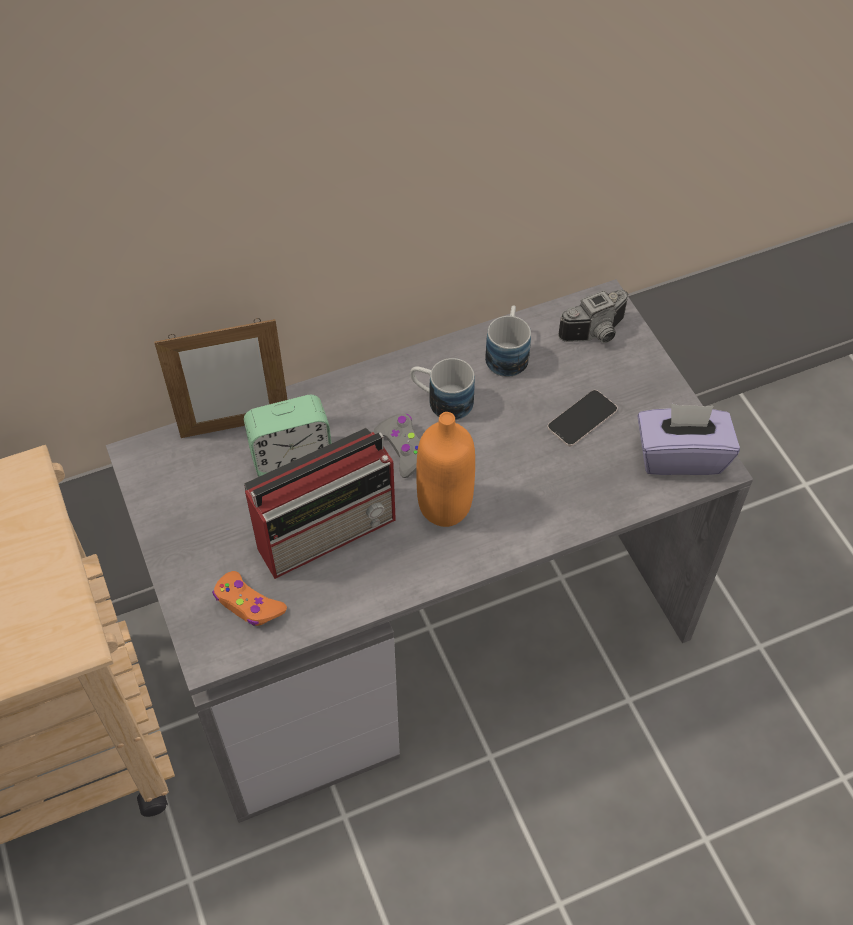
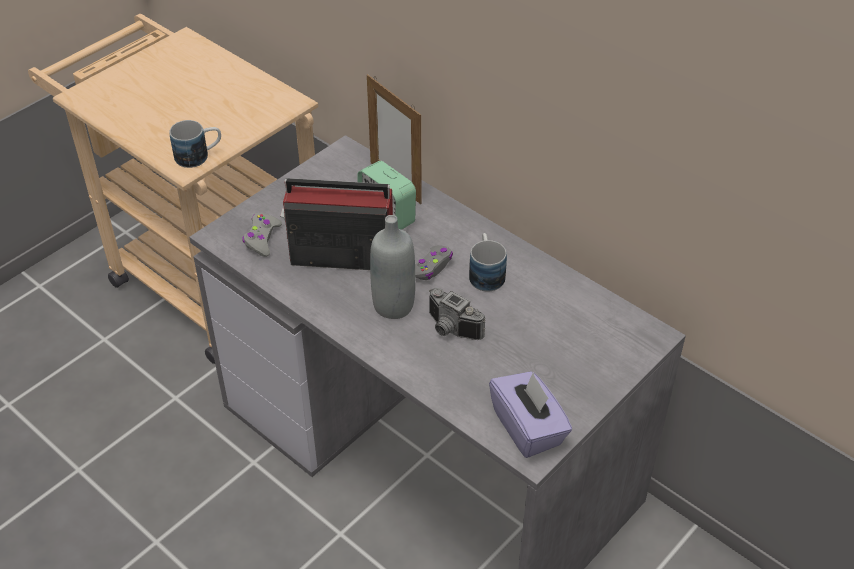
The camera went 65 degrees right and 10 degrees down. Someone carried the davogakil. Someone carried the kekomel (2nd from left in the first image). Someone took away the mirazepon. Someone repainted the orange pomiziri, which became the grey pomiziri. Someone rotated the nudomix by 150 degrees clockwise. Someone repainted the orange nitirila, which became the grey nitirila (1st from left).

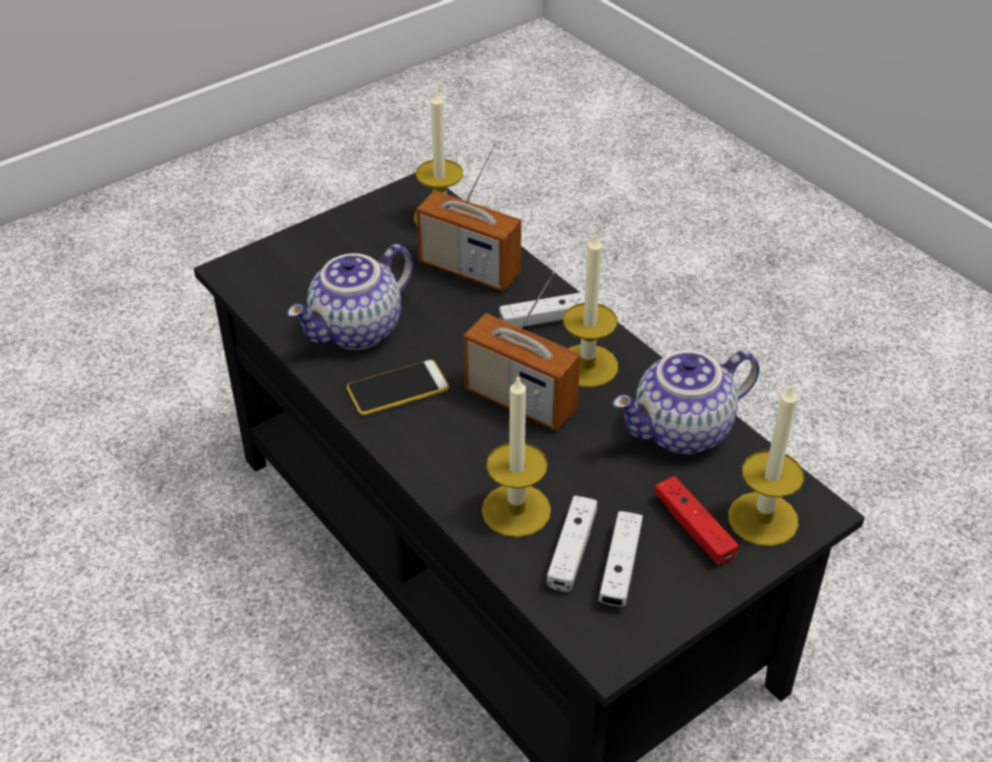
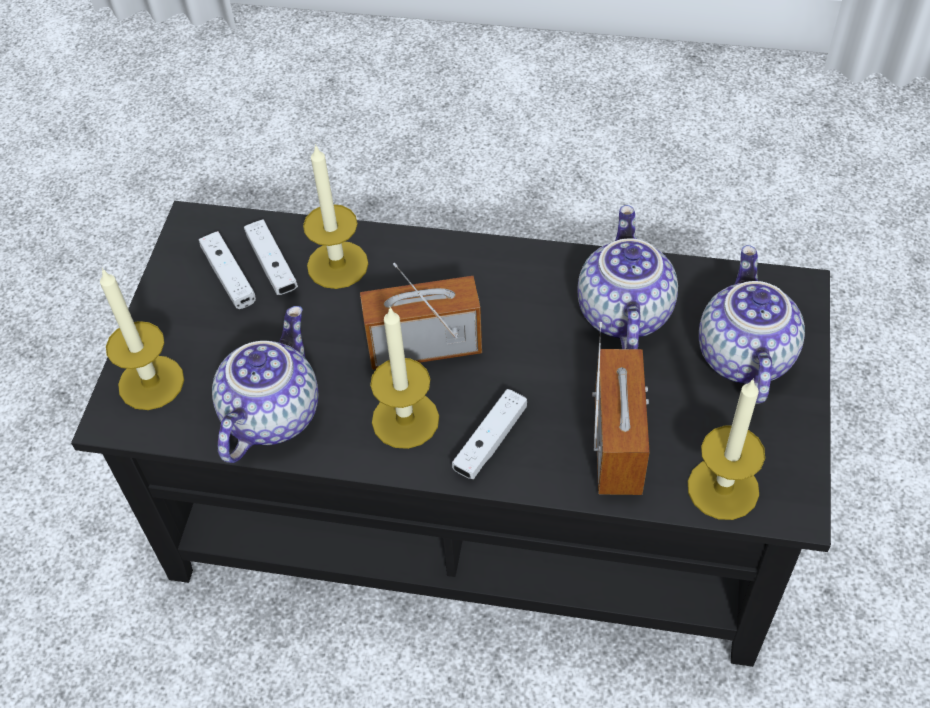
The camera went 140 degrees right and 10 degrees up. Someone rotated the nudomix (1st from left in the first image) by 105 degrees clockwise. Someone took away the mirazepon. Someone took away the red nitirila. Someone put down the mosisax (3rd from left).

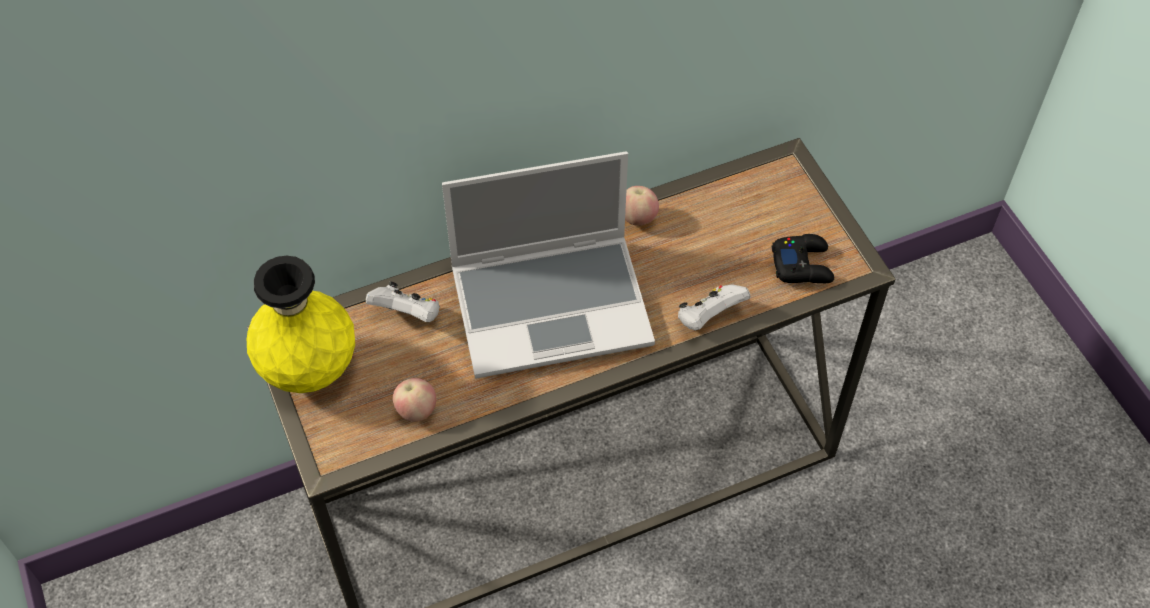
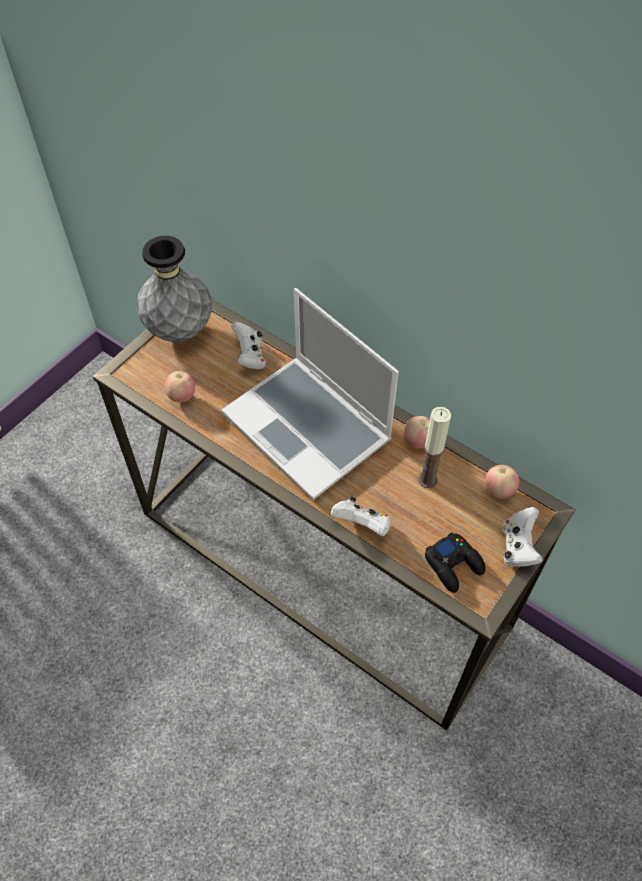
The camera went 60 degrees right and 0 degrees up. Someone repainted the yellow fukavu, which became the grey fukavu. Someone put down the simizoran. Someone put down the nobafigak (3rd from left). Someone put down the white nitirila (3rd from left).

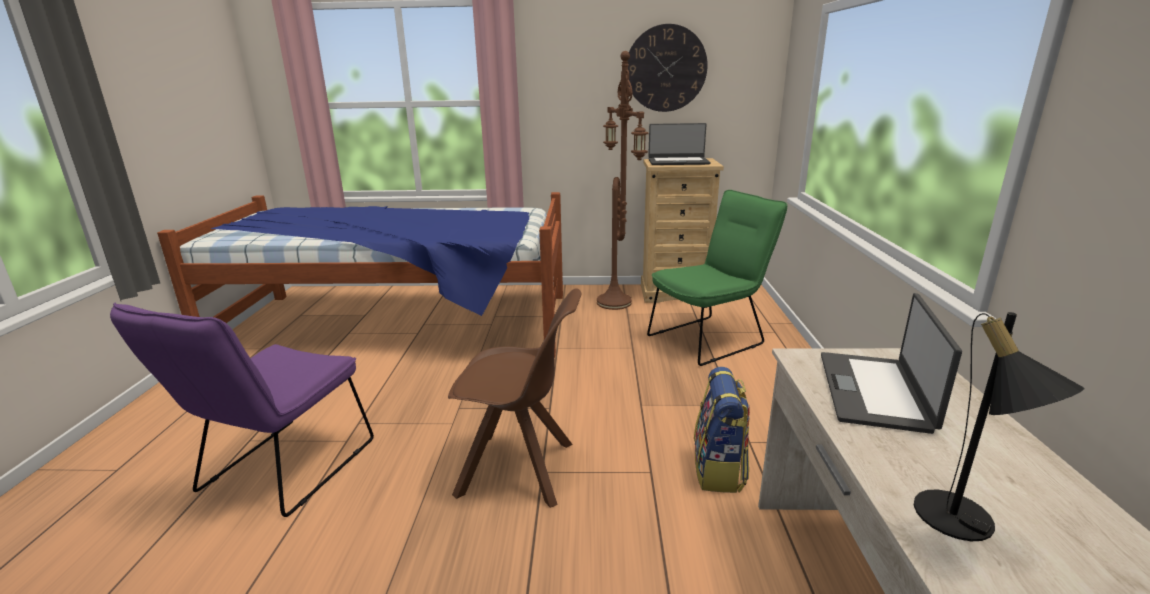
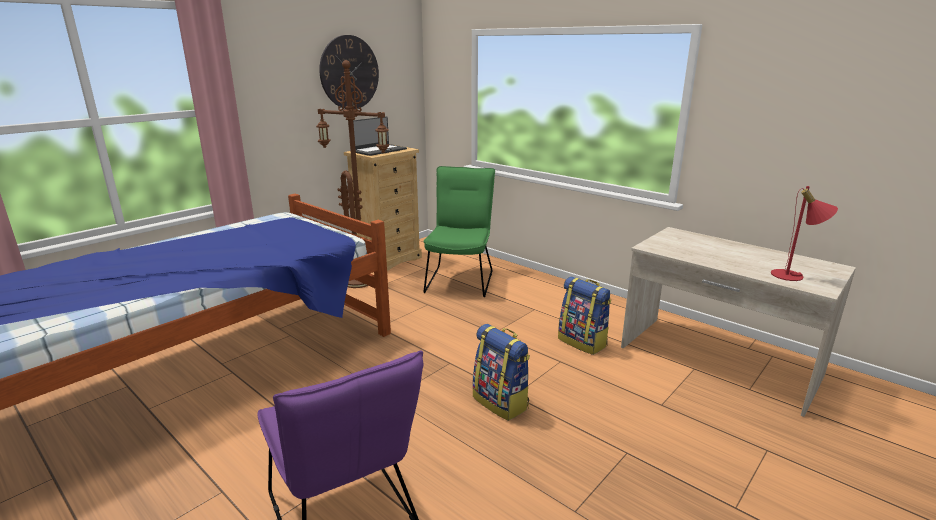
The camera went 50 degrees left and 0 degrees up. Someone swapped the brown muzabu for the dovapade (1st from left). Someone took away the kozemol (2nd from left). Someone repainted the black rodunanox, which became the red rodunanox.

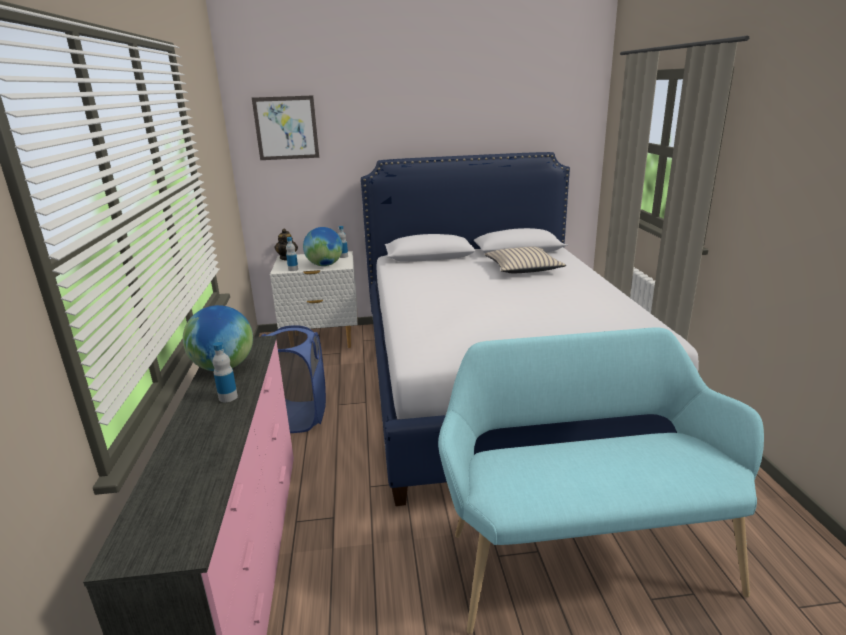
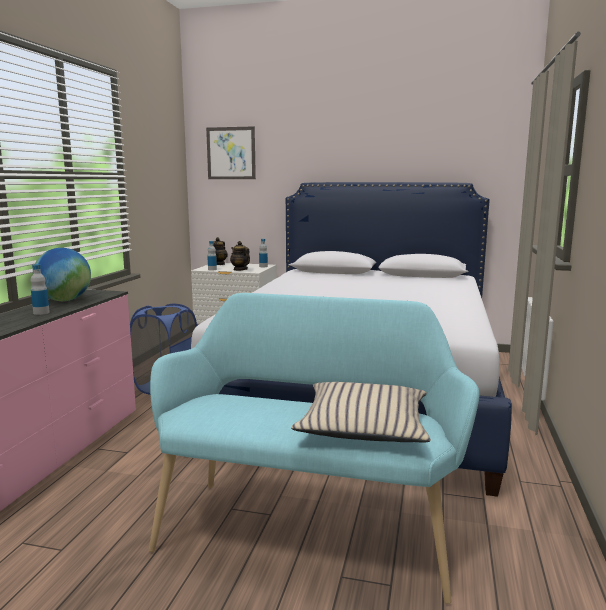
The camera went 20 degrees right and 10 degrees down. Someone swapped the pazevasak (2nd from left) for the mosisax (2nd from left). Someone carried the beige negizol.

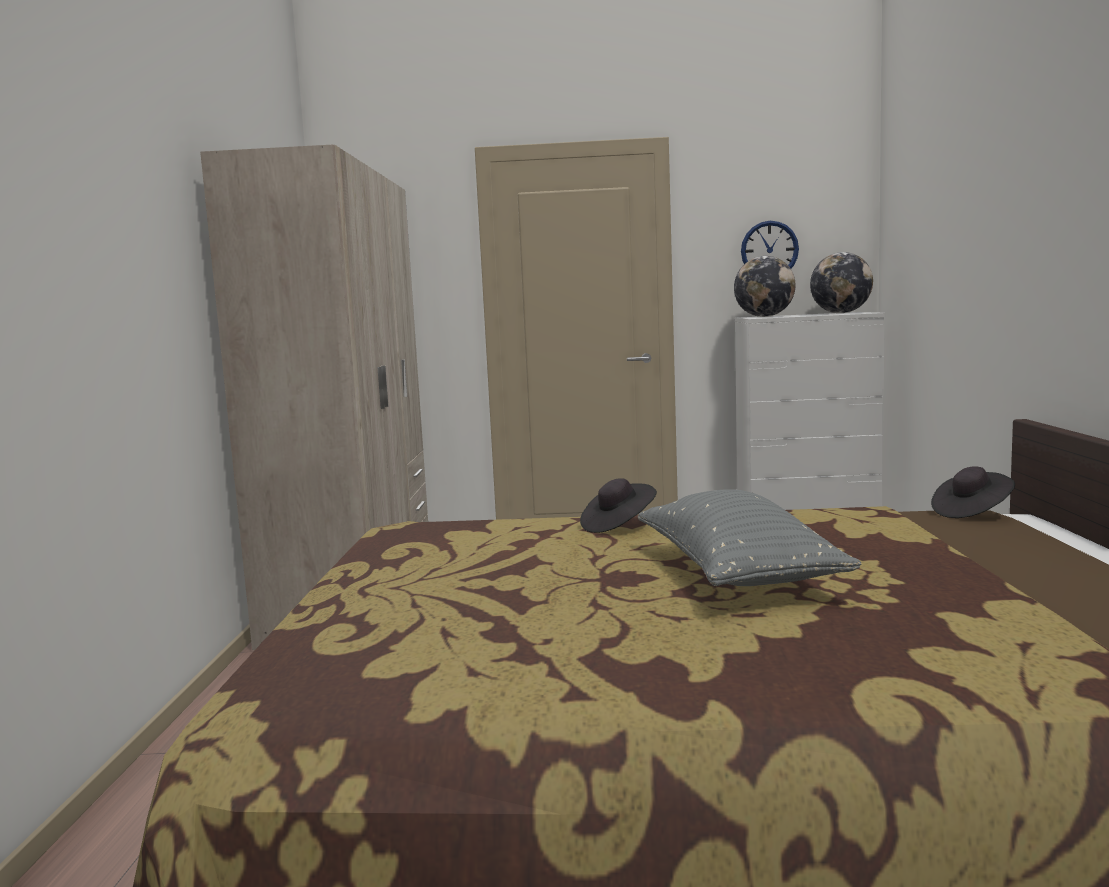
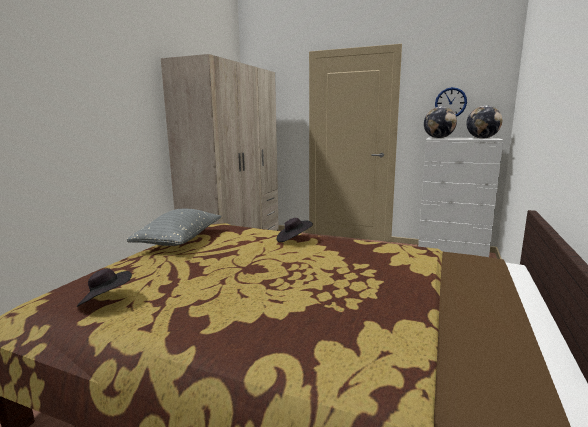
The camera went 20 degrees right and 5 degrees up. Someone carried the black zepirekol (2nd from left in the first image). Someone carried the grey negizol.

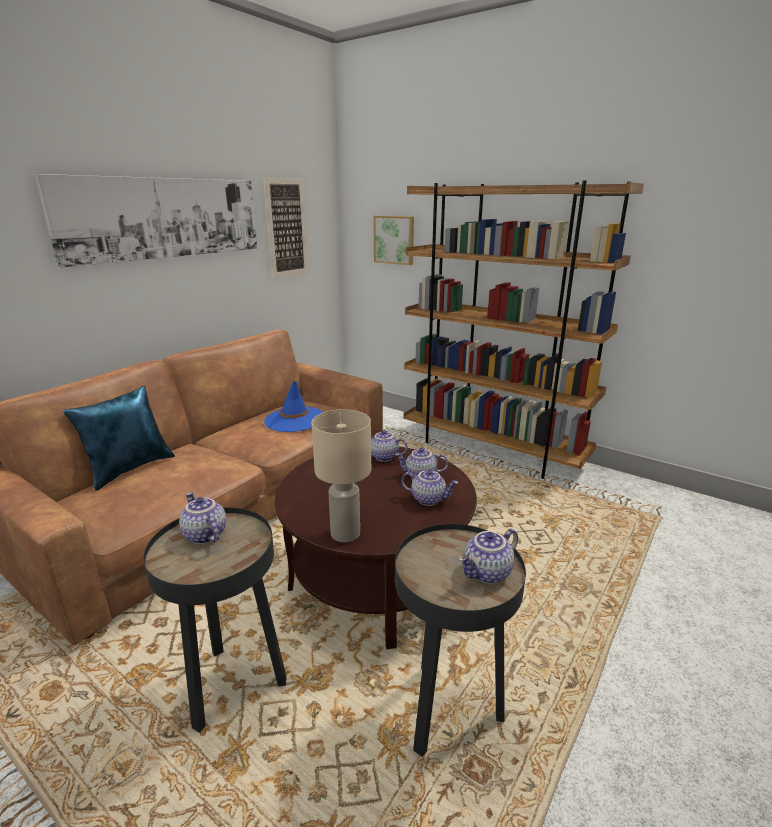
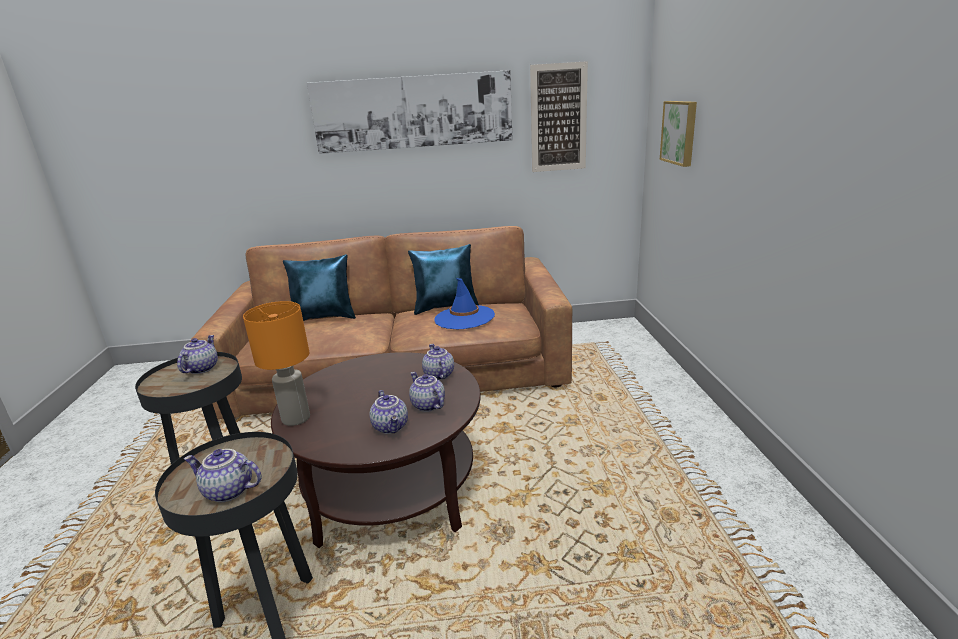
The camera went 50 degrees right and 0 degrees up. Someone took away the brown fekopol. Someone repainted the beige rodunanox, which became the orange rodunanox. Someone put down the blue negizol (2nd from left).

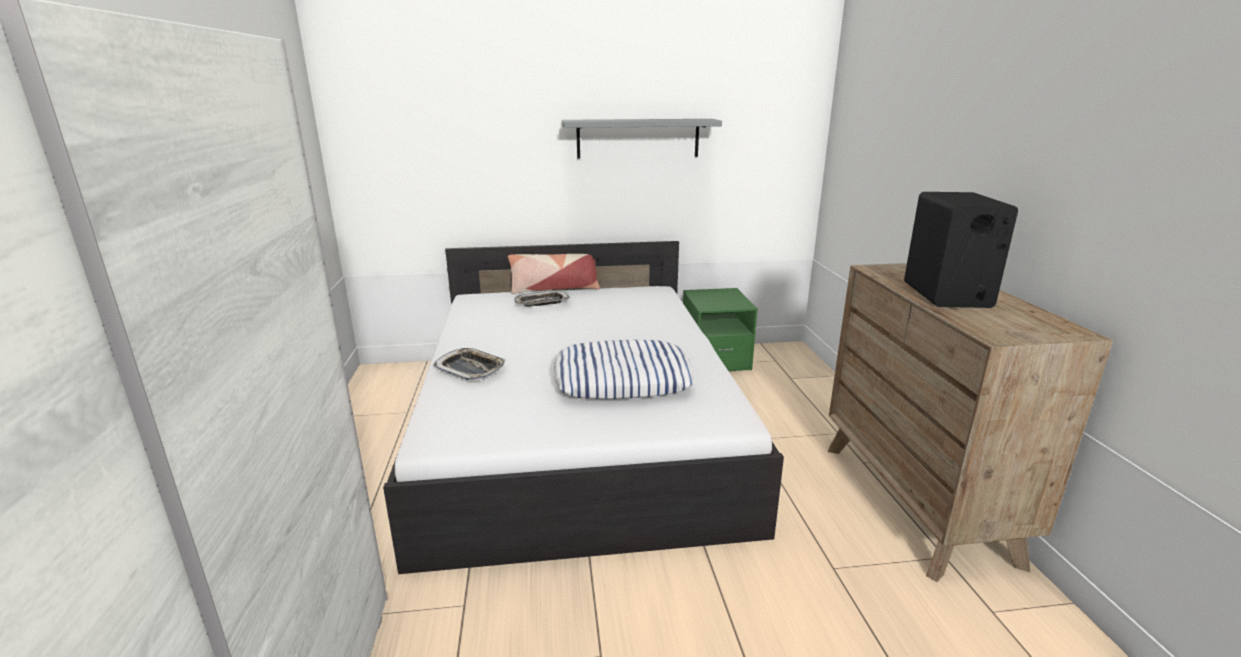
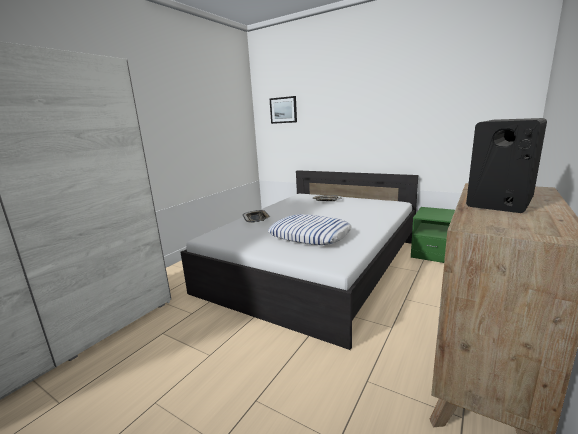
The camera went 40 degrees right and 5 degrees down. Someone took away the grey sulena. Someone took away the negizol (1st from left). Someone put up the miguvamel.

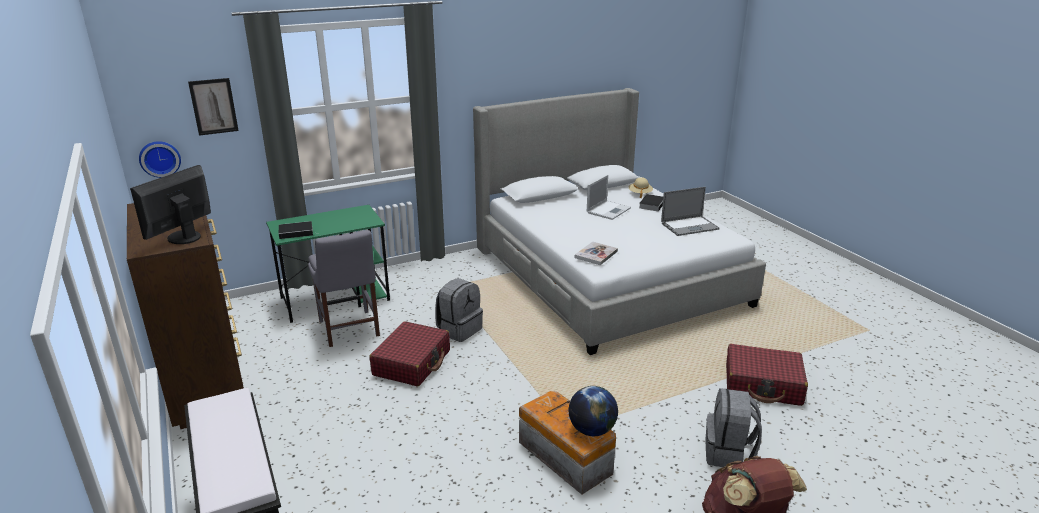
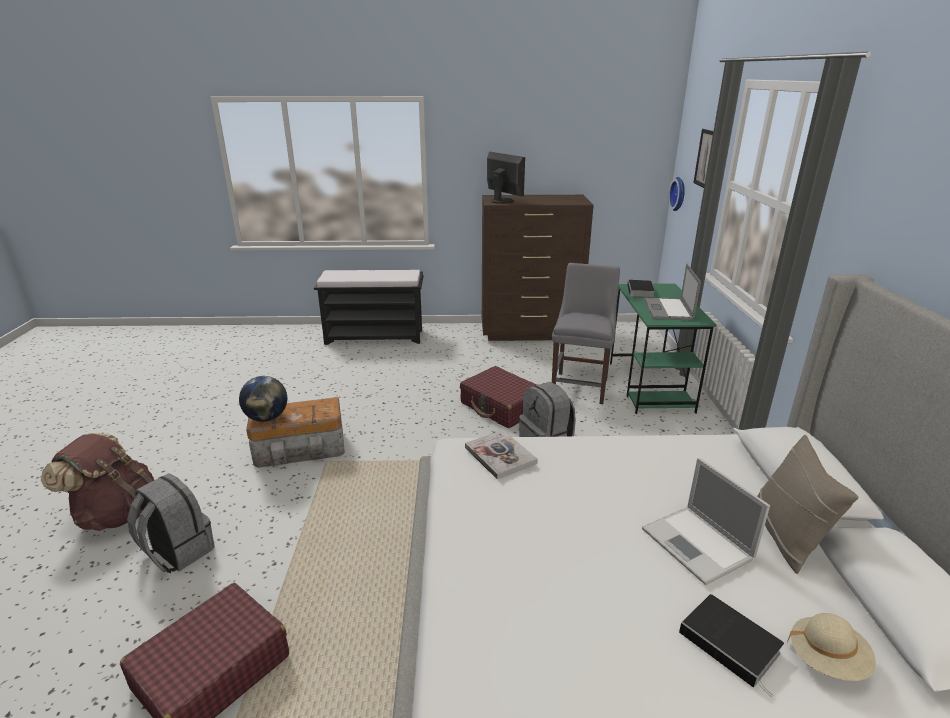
The camera went 115 degrees right and 0 degrees up. Someone carried the kozemol (2nd from left in the first image). Someone rotated the grey muzabu by 105 degrees clockwise. Someone put down the beige negizol.

